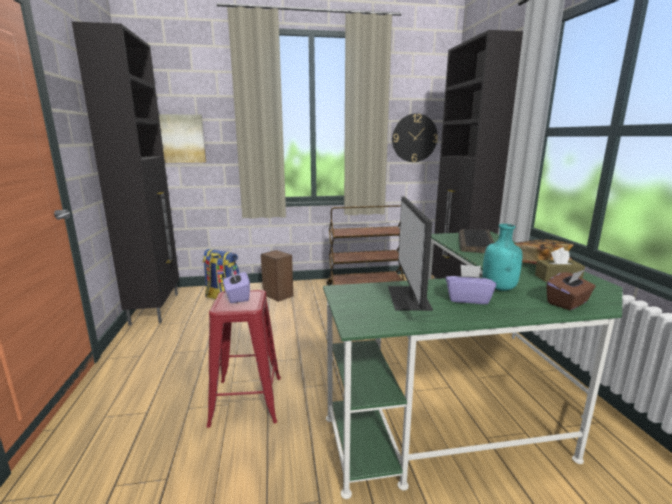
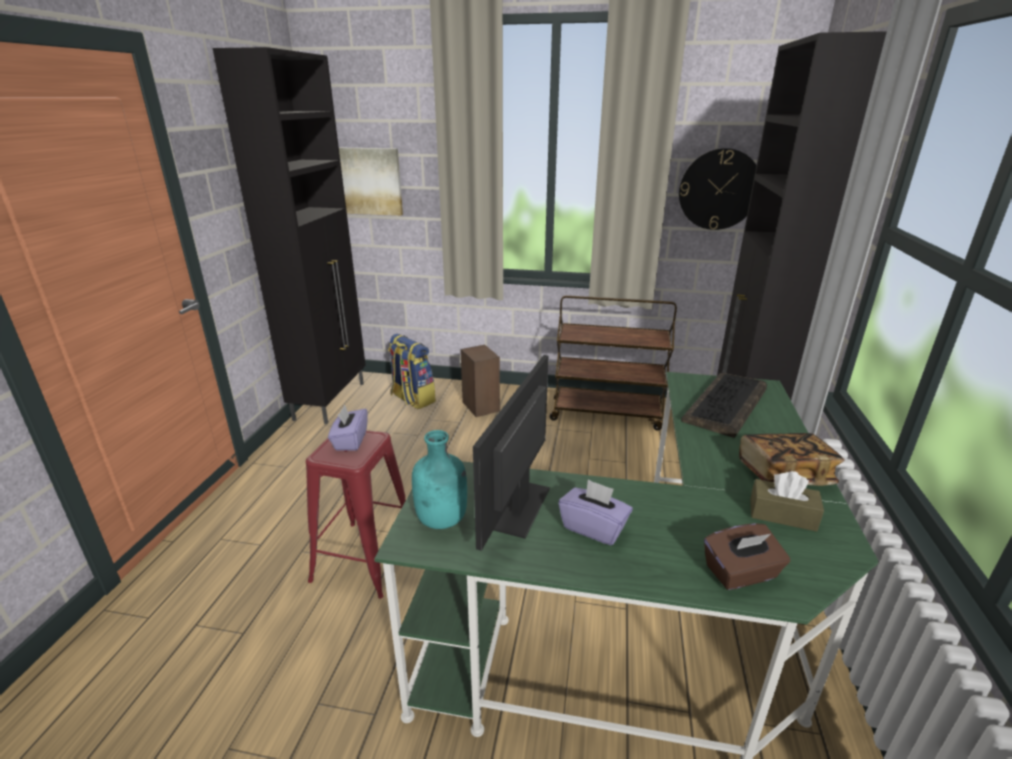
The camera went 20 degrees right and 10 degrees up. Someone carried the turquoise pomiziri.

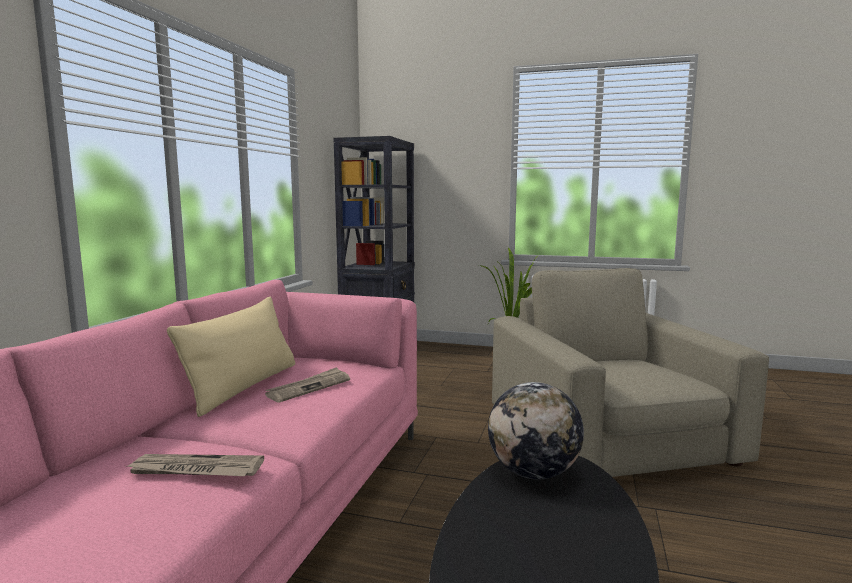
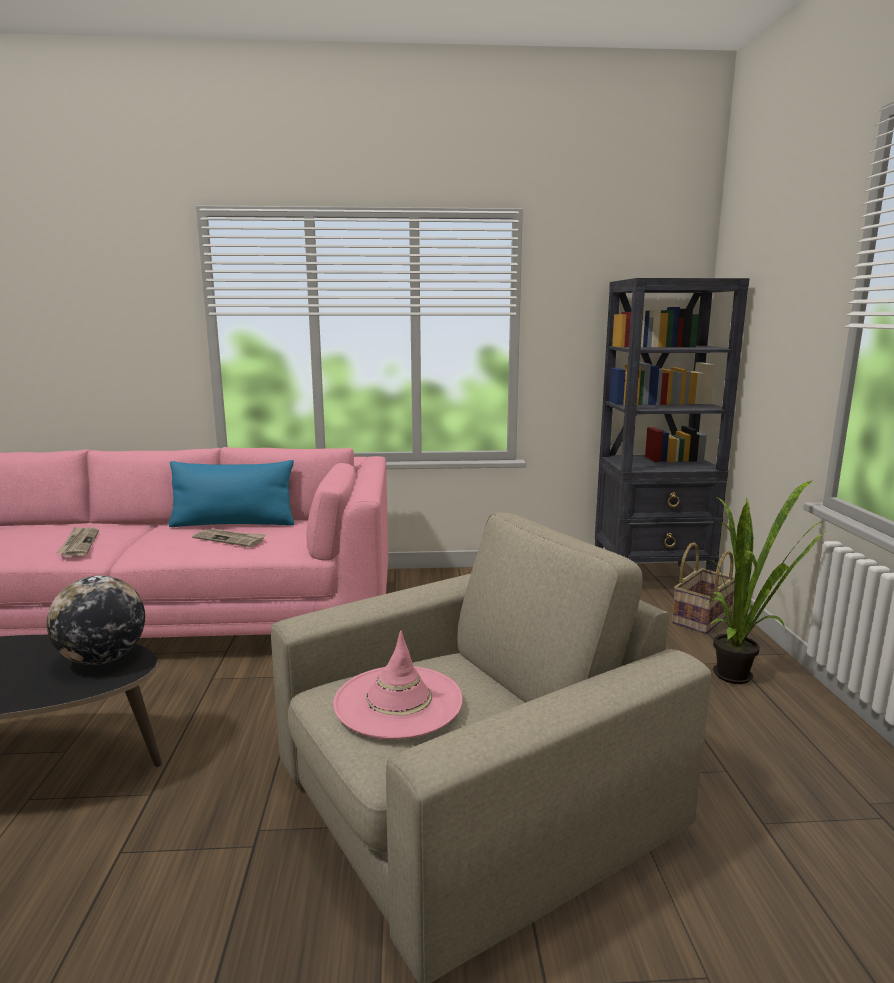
The camera went 70 degrees right and 5 degrees up. Someone repainted the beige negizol, which became the blue negizol. Someone put down the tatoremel. Someone put down the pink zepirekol.

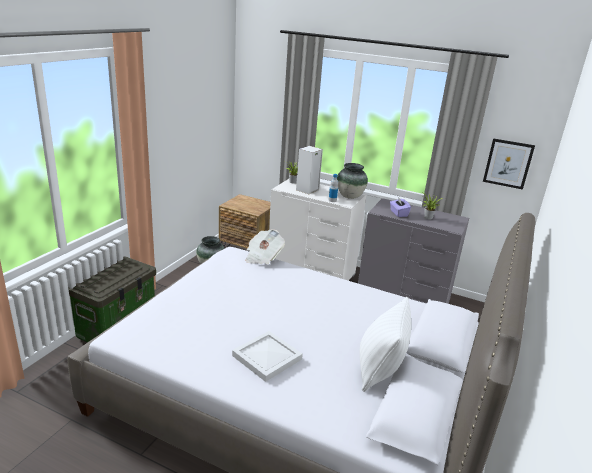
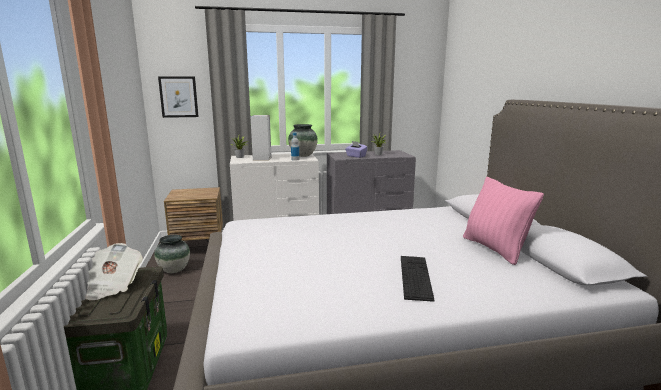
The camera went 35 degrees left and 10 degrees down. Someone carried the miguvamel. Someone carried the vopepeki. Someone repainted the white negizol, which became the pink negizol. Someone swapped the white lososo for the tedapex.

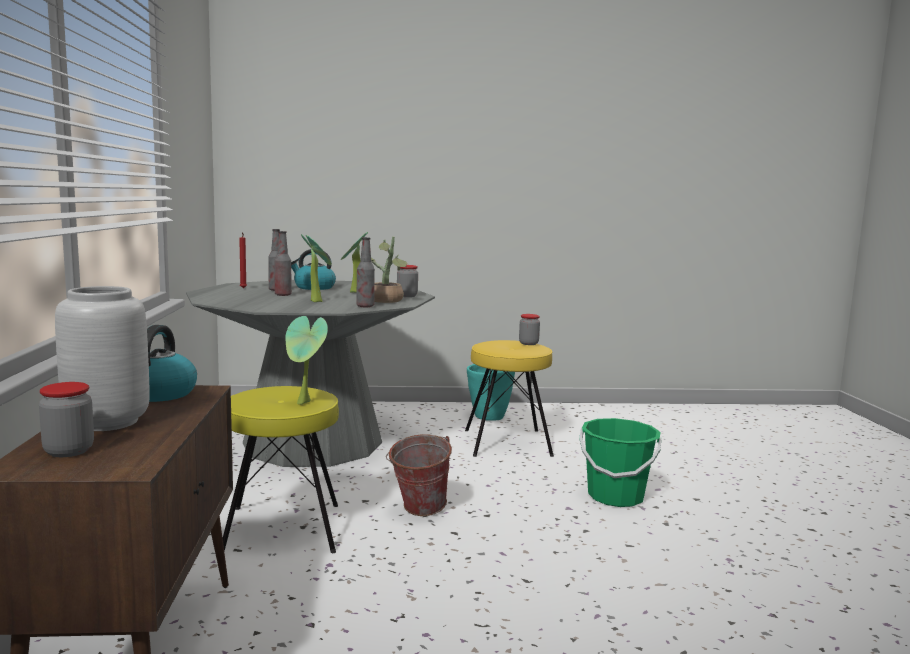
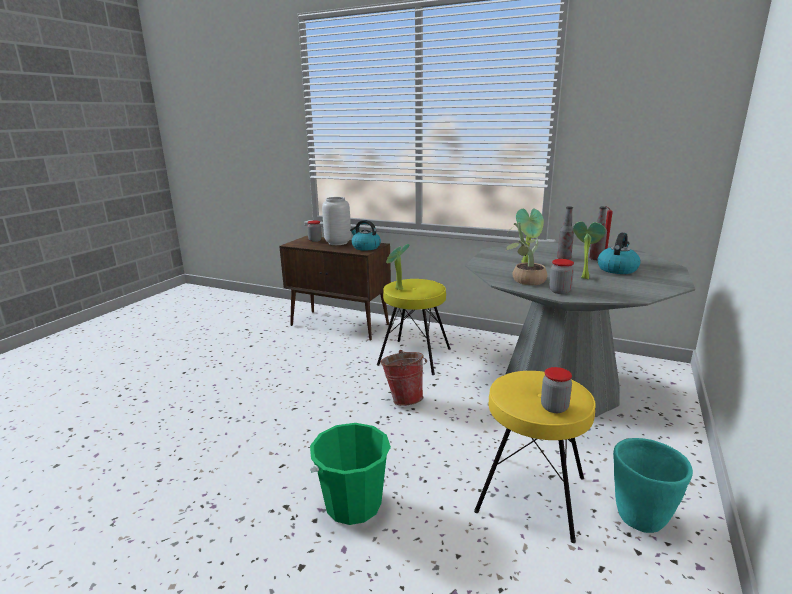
The camera went 120 degrees right and 10 degrees up. Someone took away the pomiziri (3rd from left).

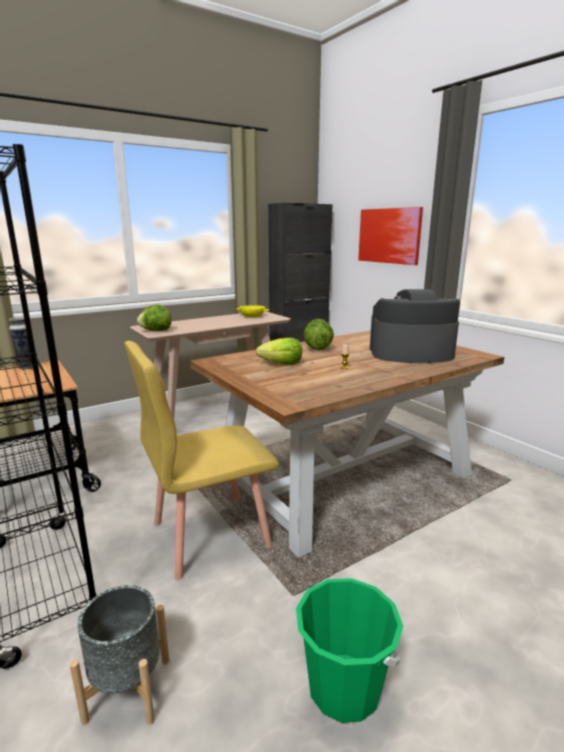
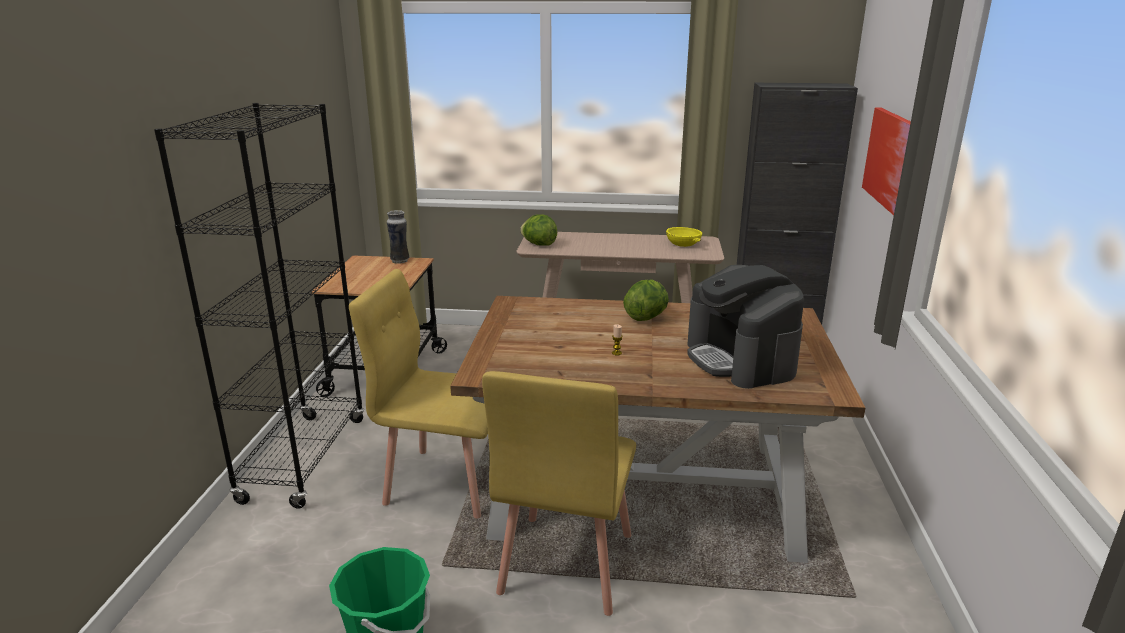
The camera went 40 degrees right and 5 degrees up. Someone rotated the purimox by 150 degrees counterclockwise. Someone took away the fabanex (2nd from left). Someone took away the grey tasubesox. Someone put down the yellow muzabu (2nd from left).

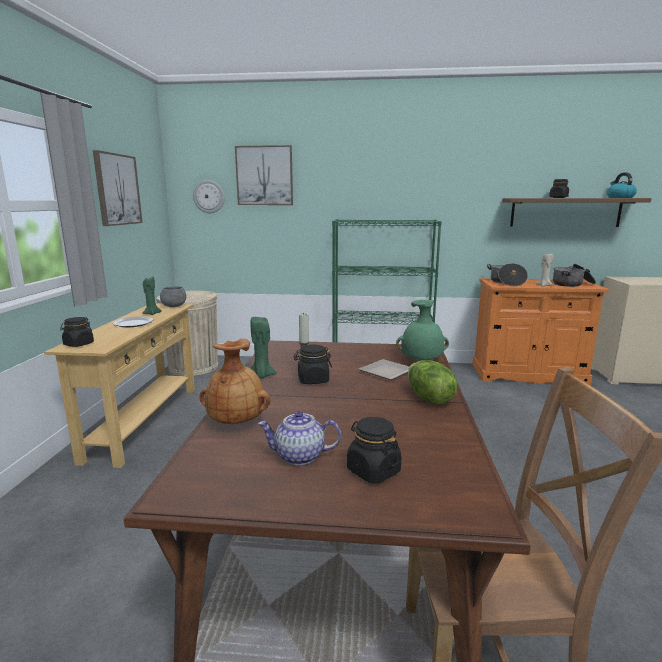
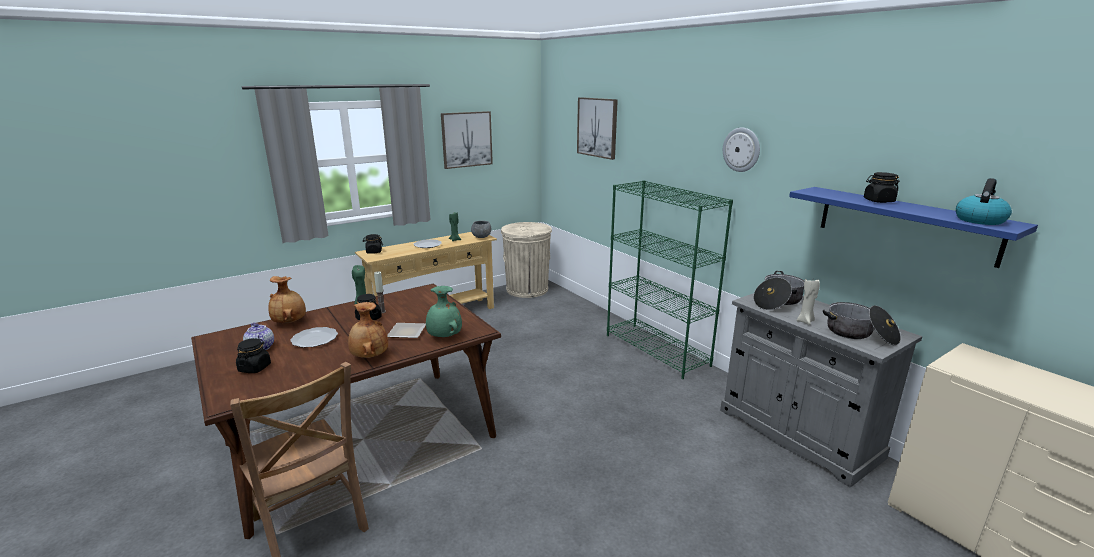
The camera went 50 degrees right and 5 degrees up. Someone carried the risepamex. Someone repainted the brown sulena, which became the blue sulena. Someone repainted the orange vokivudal, which became the grey vokivudal. Someone swapped the fabanex for the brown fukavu (2nd from left). Someone put down the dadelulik (1st from left).

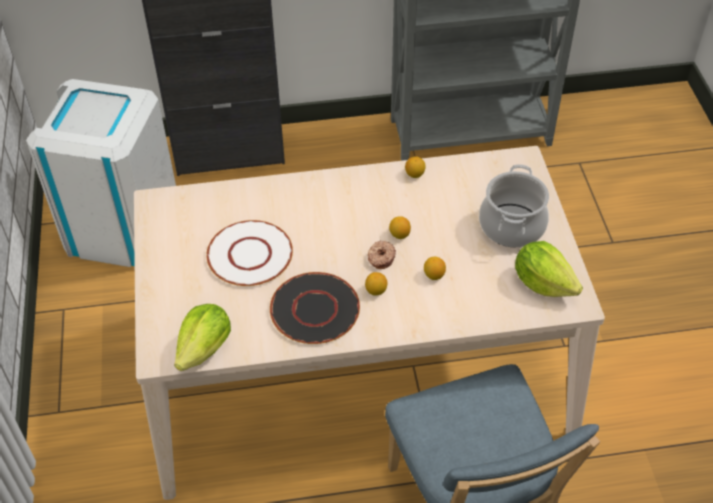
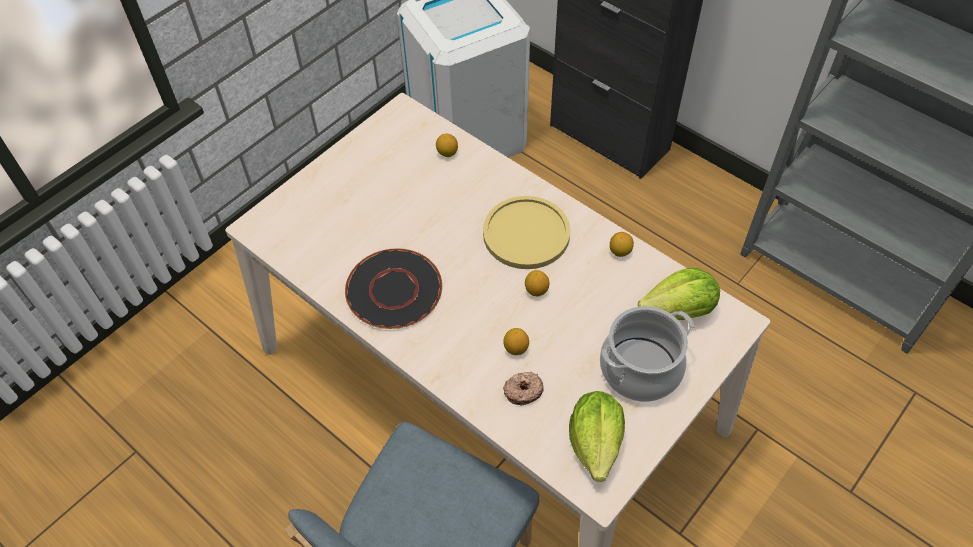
The camera went 50 degrees right and 5 degrees up. Someone took away the white dadelulik. Someone carried the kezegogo. Someone carried the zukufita (1st from left). Someone carried the fabanex (1st from left in the first image). Someone put down the yellow dadelulik.

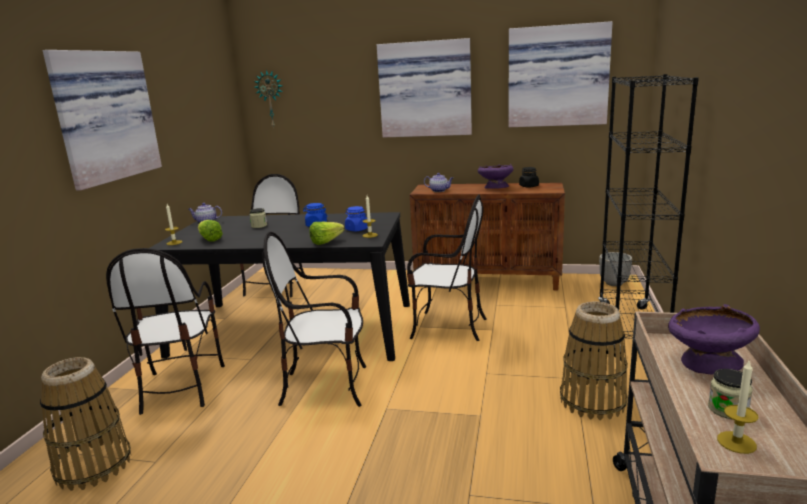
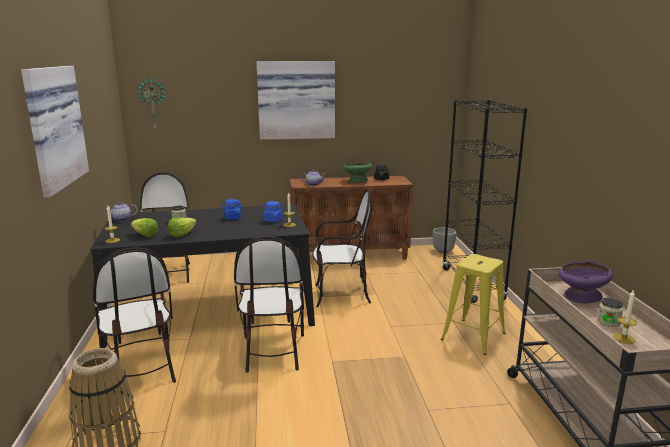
The camera went 20 degrees left and 0 degrees up. Someone took away the miguvamel (3rd from left). Someone repainted the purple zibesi (1st from left), which became the green zibesi. Someone carried the fabanex (2nd from left). Someone rotated the muzabu (3rd from left) by 75 degrees counterclockwise. Someone swapped the tatoremel (2nd from left) for the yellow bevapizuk.

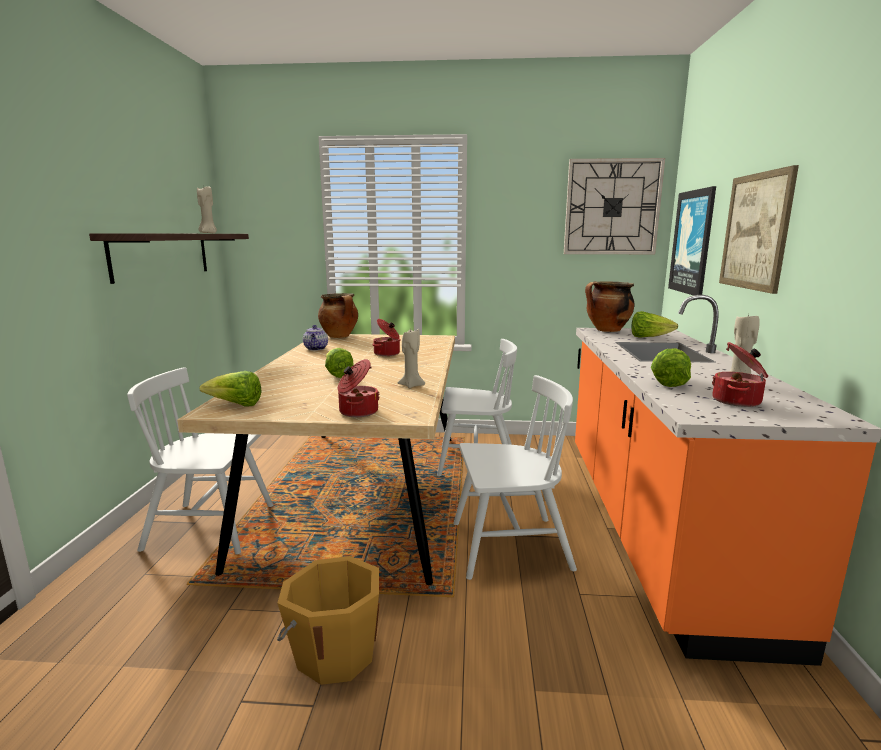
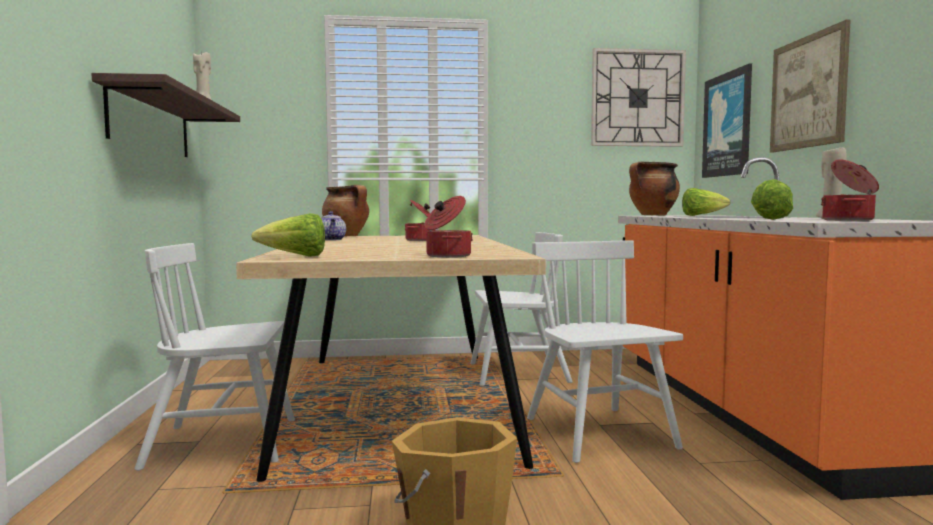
The camera went 10 degrees left and 10 degrees down. Someone took away the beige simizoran (2nd from left). Someone took away the fabanex (2nd from left). Someone rotated the white muzabu (3rd from left) by 90 degrees counterclockwise.

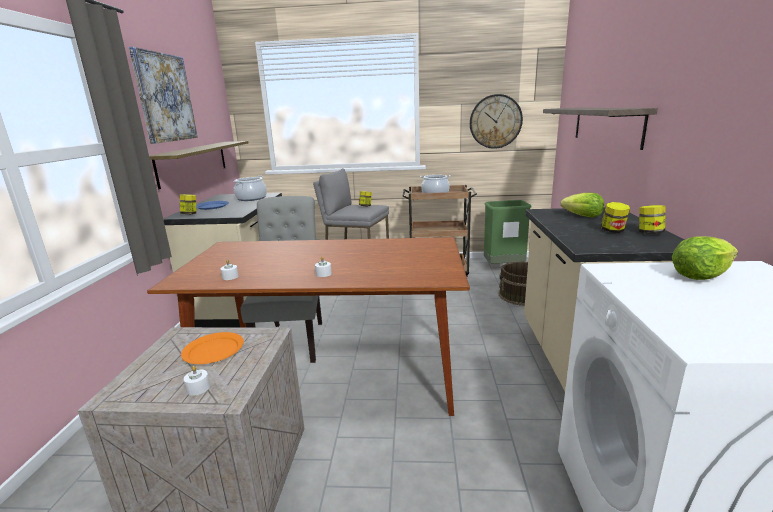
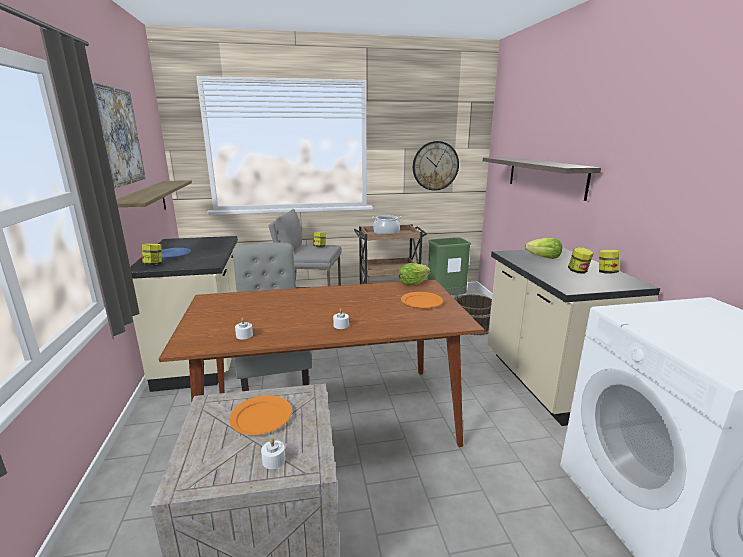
The camera went 15 degrees left and 0 degrees up. Someone took away the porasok (1st from left). Someone carried the fabanex (2nd from left in the first image). Someone put down the orange dadelulik (2nd from left).

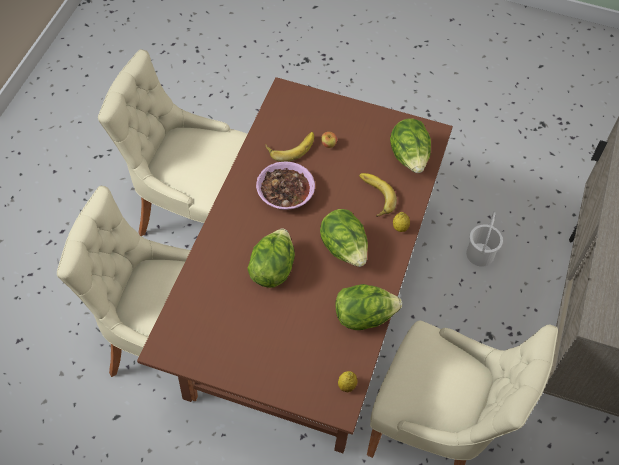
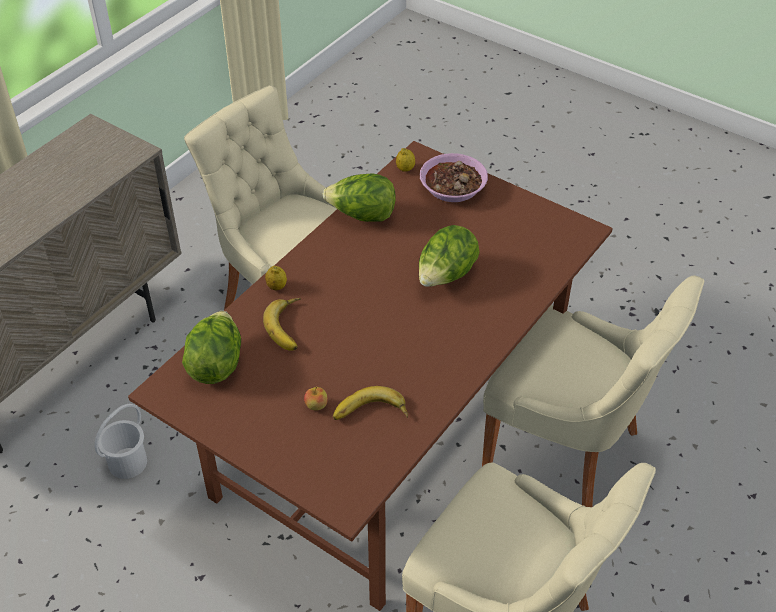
The camera went 160 degrees left and 10 degrees down. Someone carried the zibesi. Someone took away the fabanex (2nd from left).

